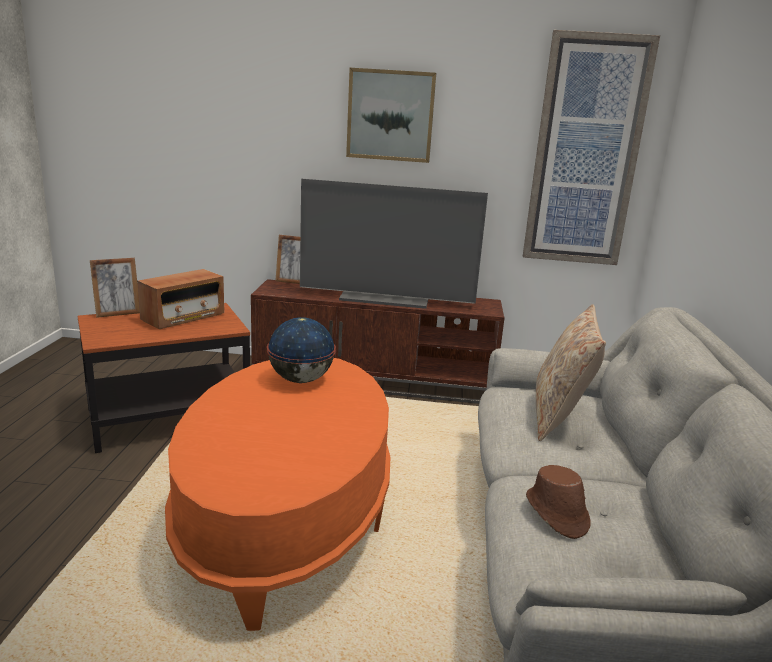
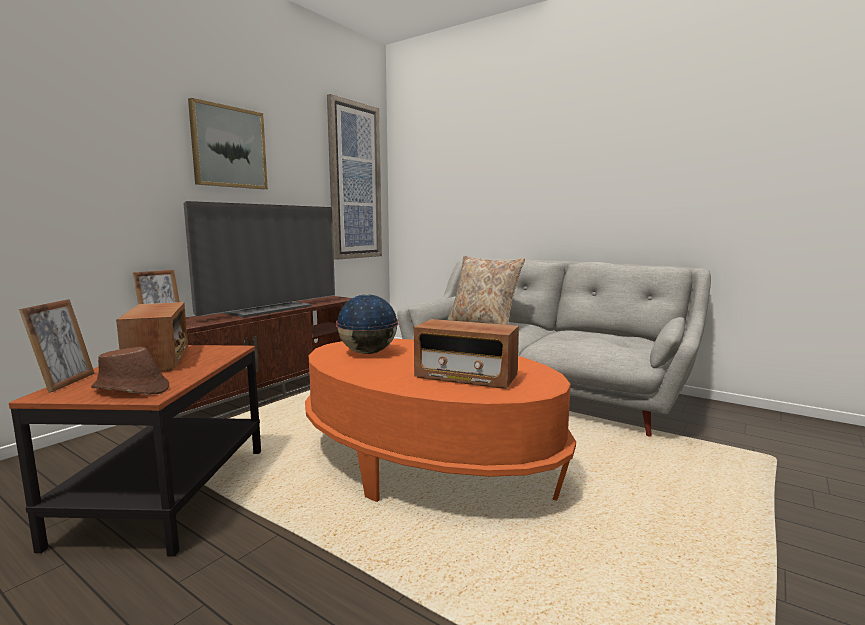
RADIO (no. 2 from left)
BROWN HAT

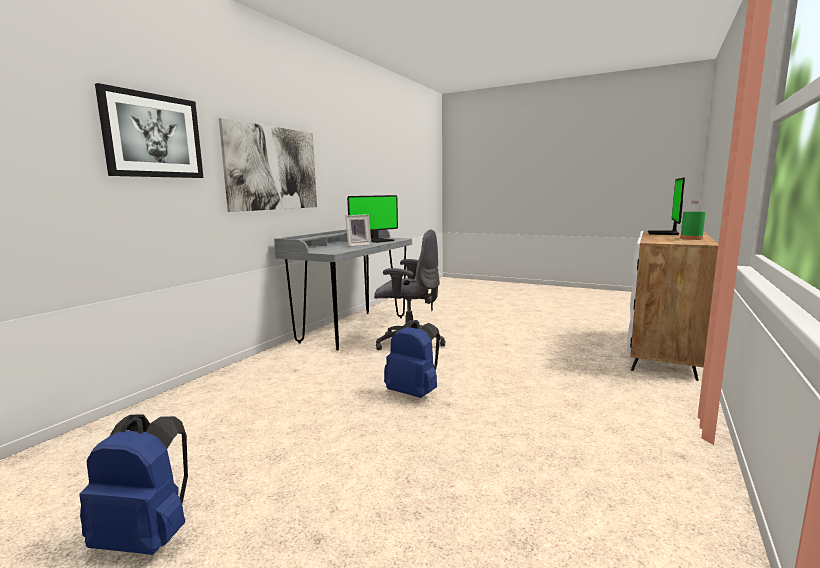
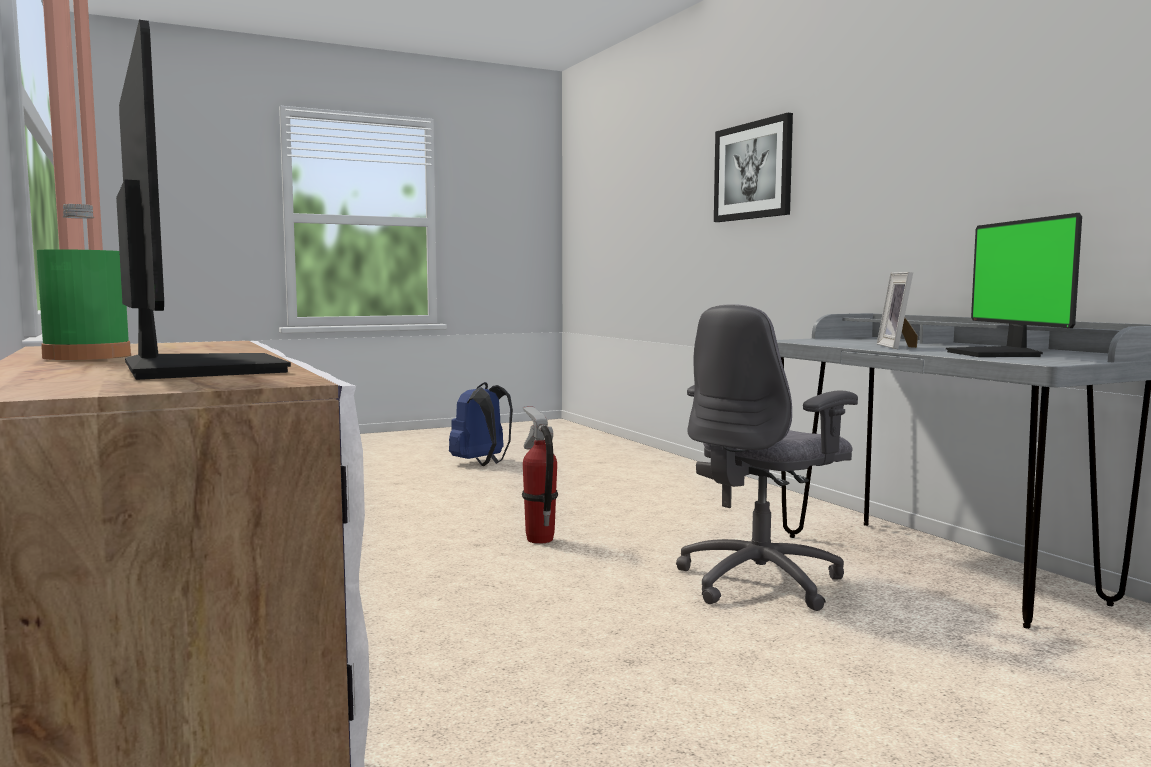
PICTURE (no. 2 from left in the first image)
FIRE EXTINGUISHER

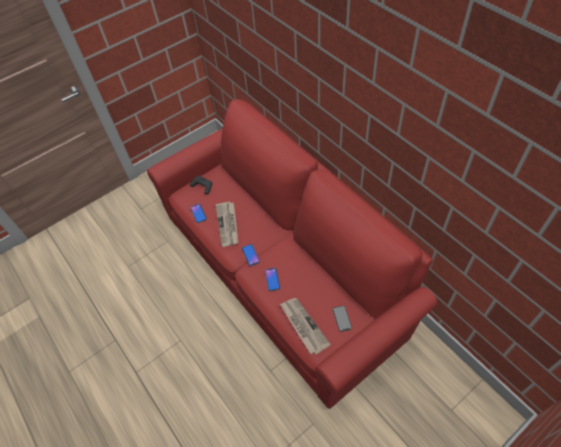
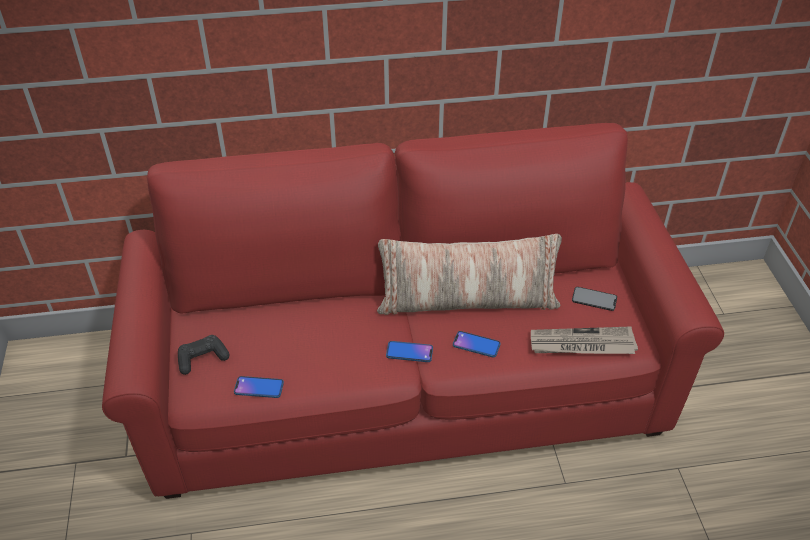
NEWSPAPER (no. 1 from left in the first image)
PILLOW

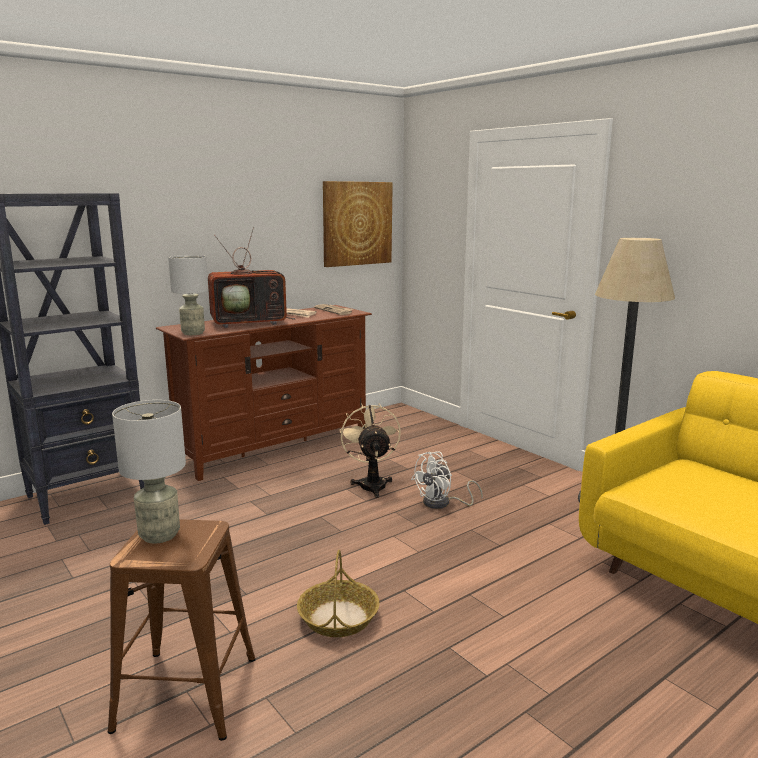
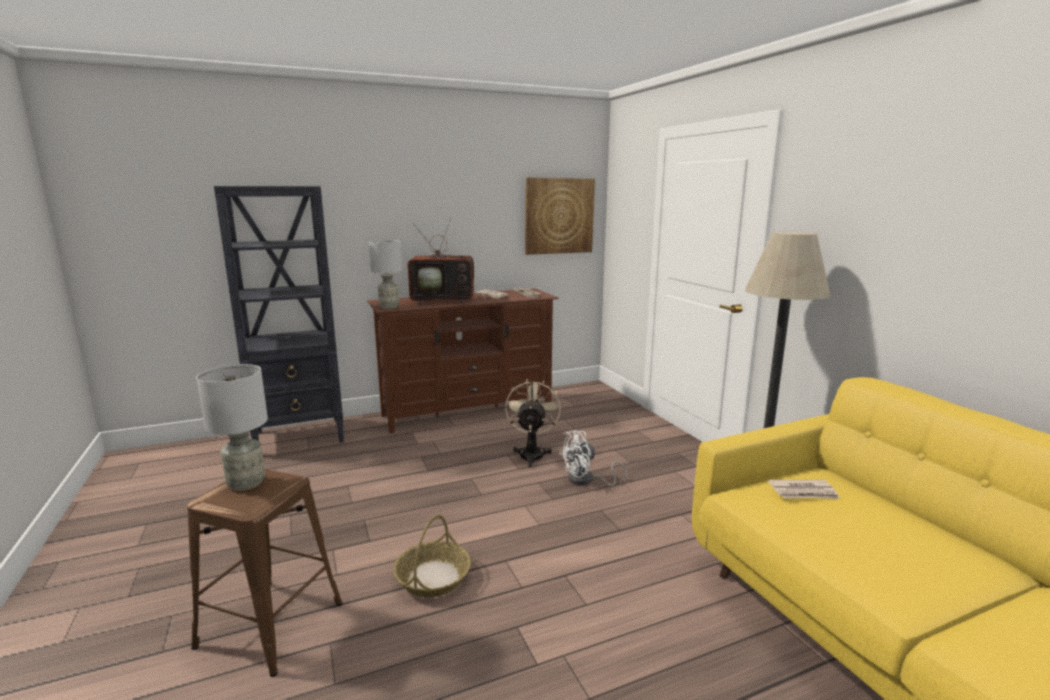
NEWSPAPER (no. 3 from left)

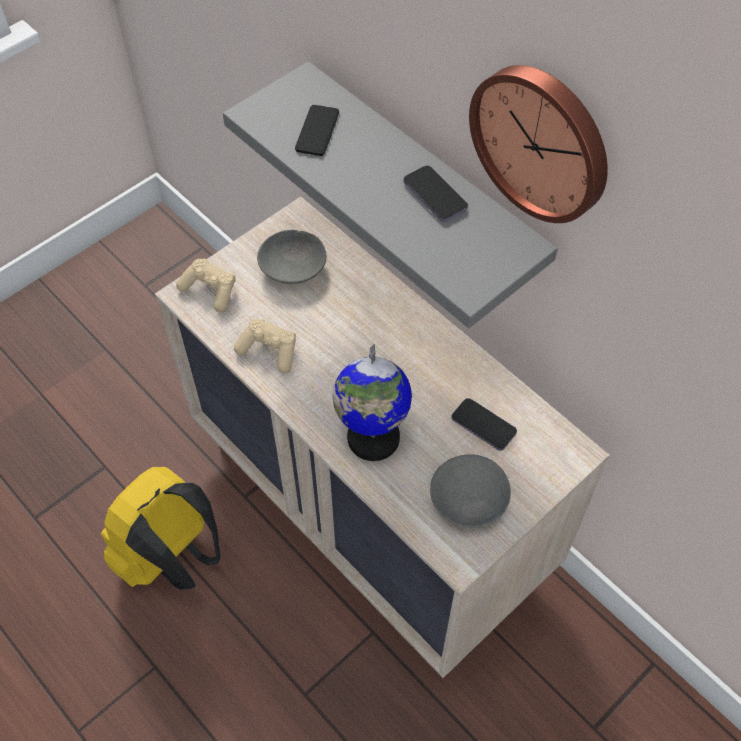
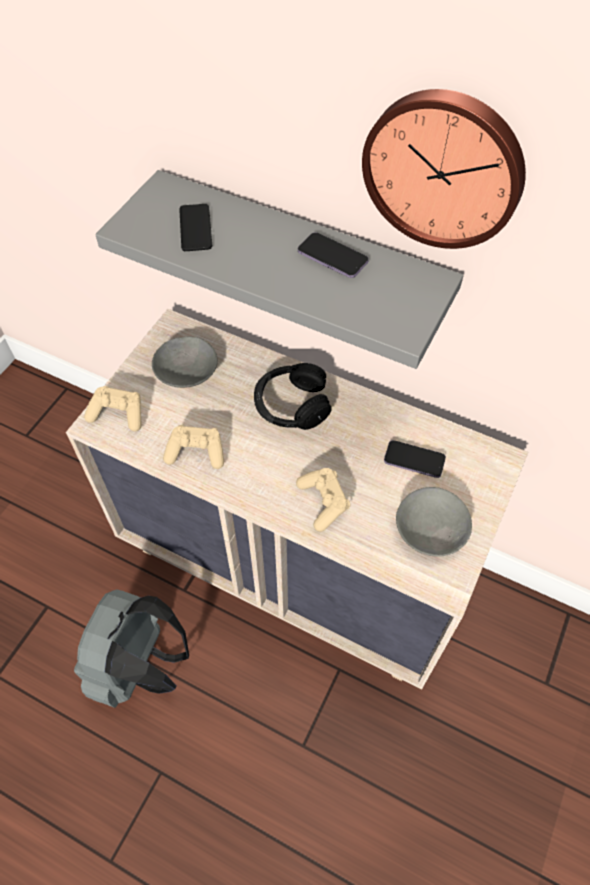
BLACK HEADPHONES
BEIGE GAME CONTROLLER (no. 3 from left)
GREY BACKPACK

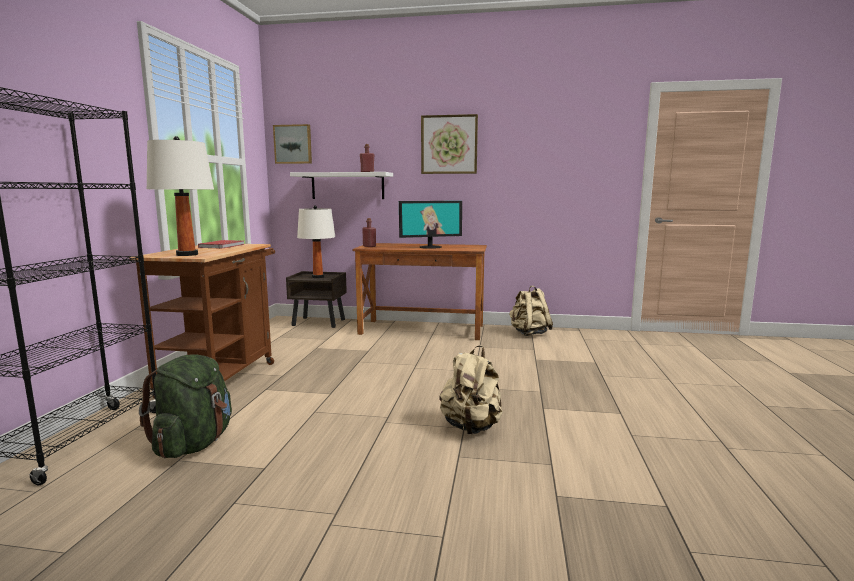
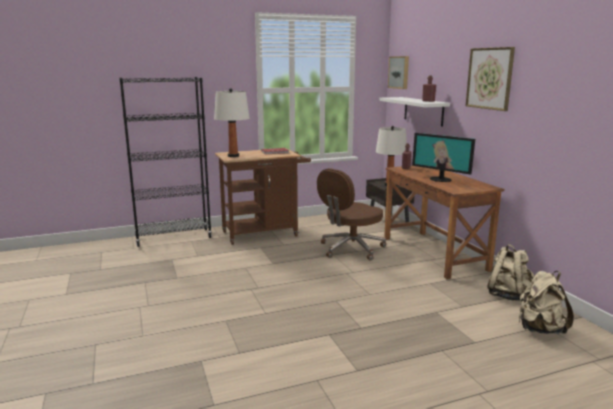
GREEN BACKPACK
BROWN OFFICE CHAIR
BEIGE BACKPACK (no. 2 from left)

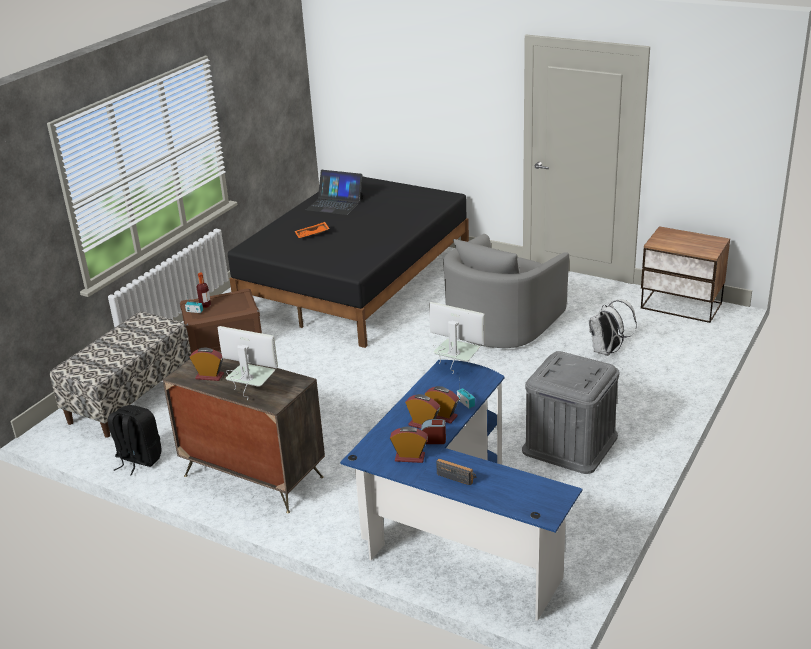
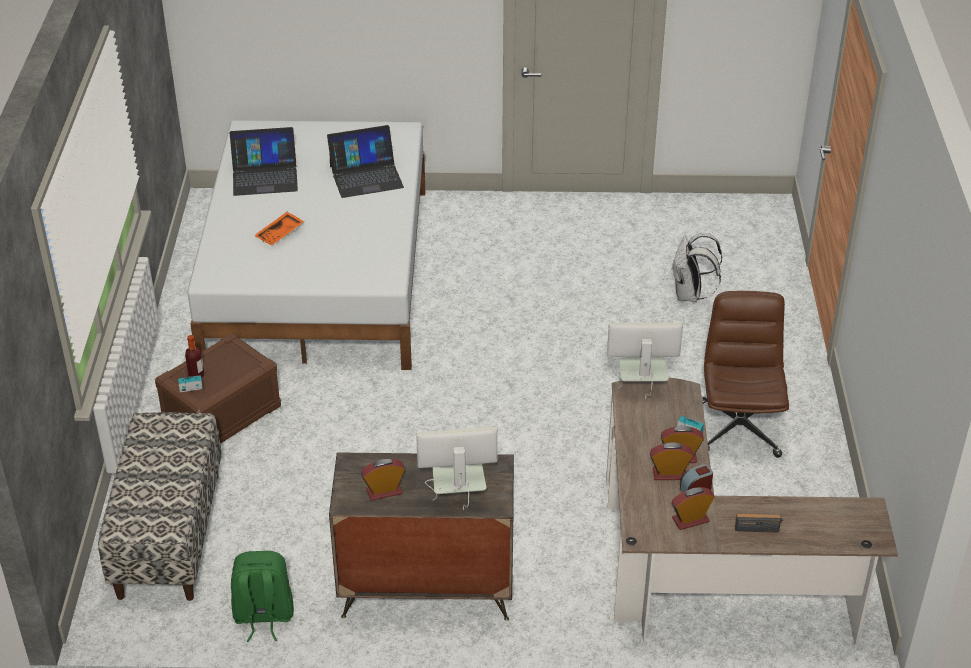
GREY ARMCHAIR
NIGHTSTAND
LAPTOP (no. 2 from left)
BROWN OFFICE CHAIR
GREEN BACKPACK
WHITE BED
BROWN DESK

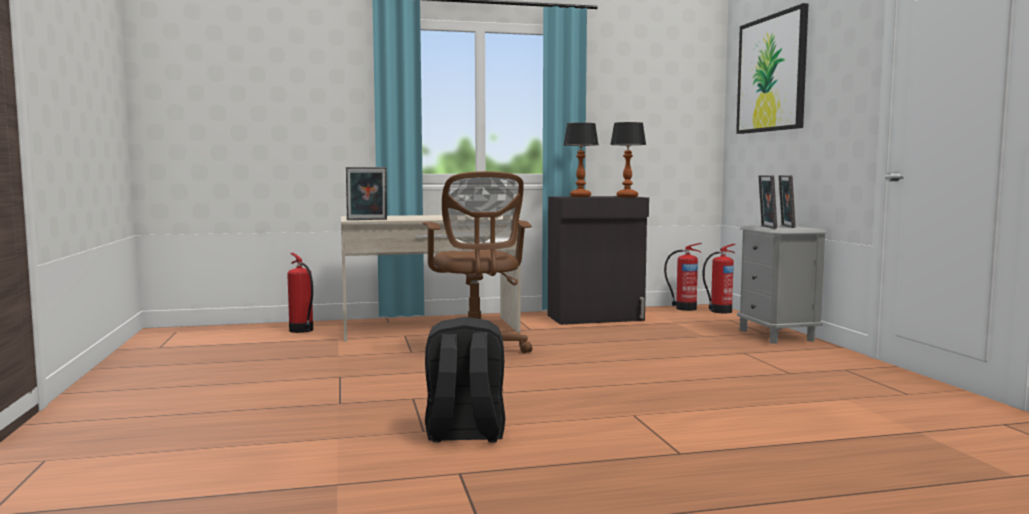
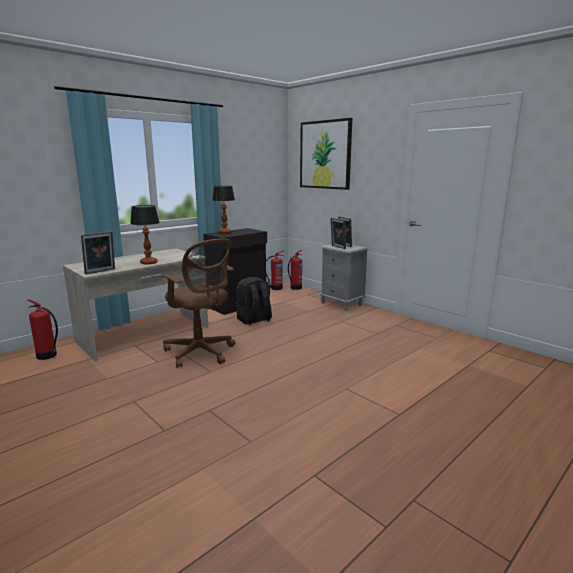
BLACK BACKPACK
TABLE LAMP (no. 1 from left)

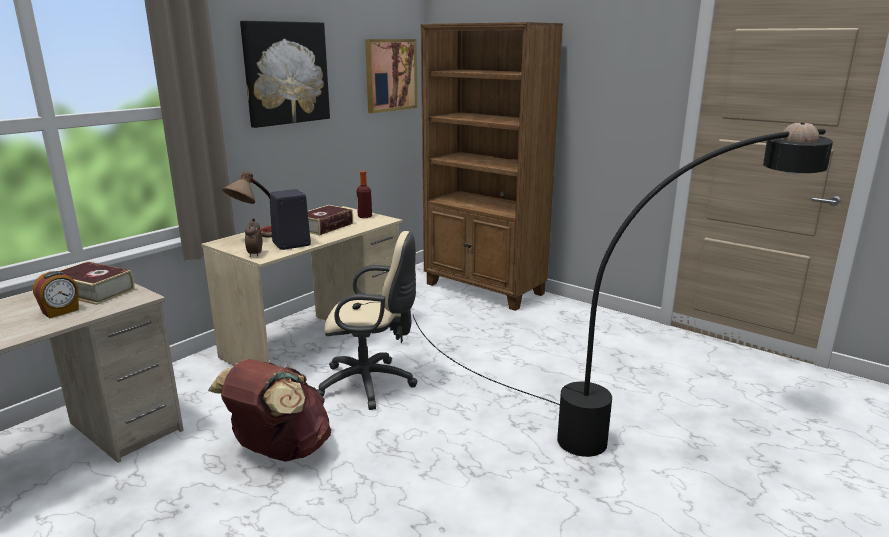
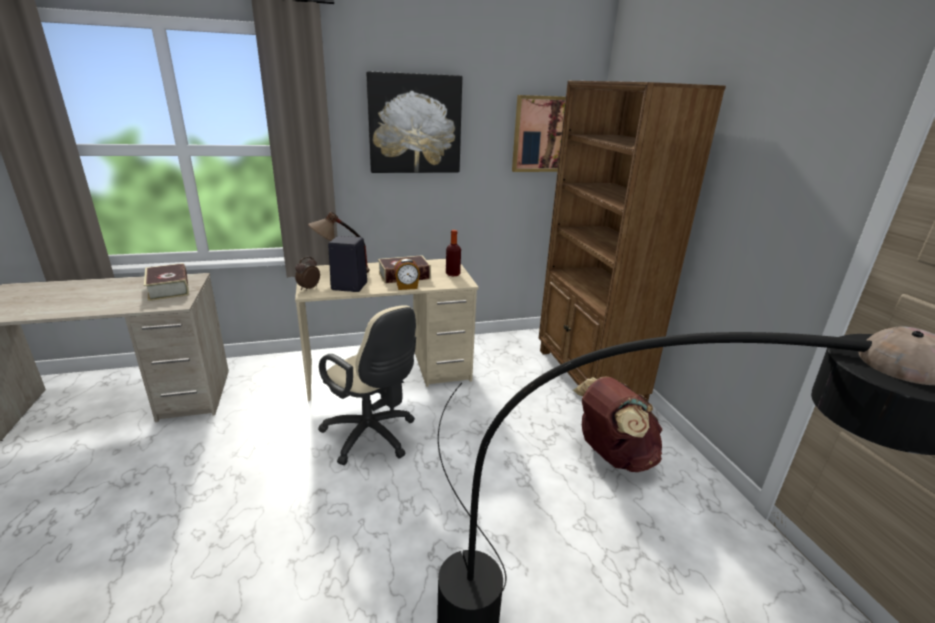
ALARM CLOCK (no. 2 from left)
BROWN BACKPACK

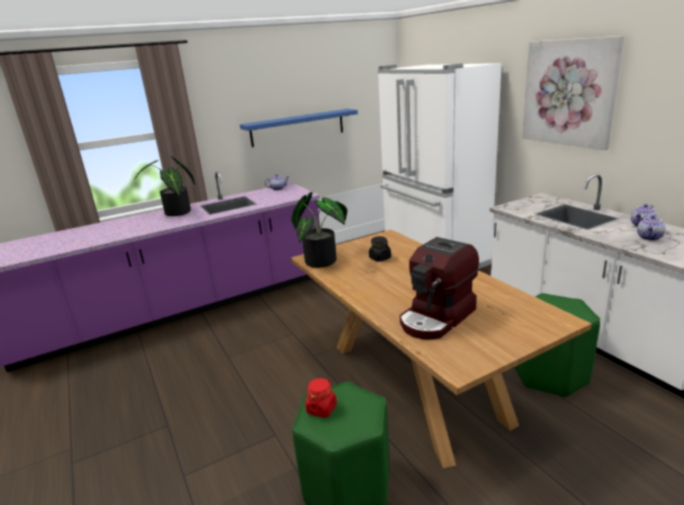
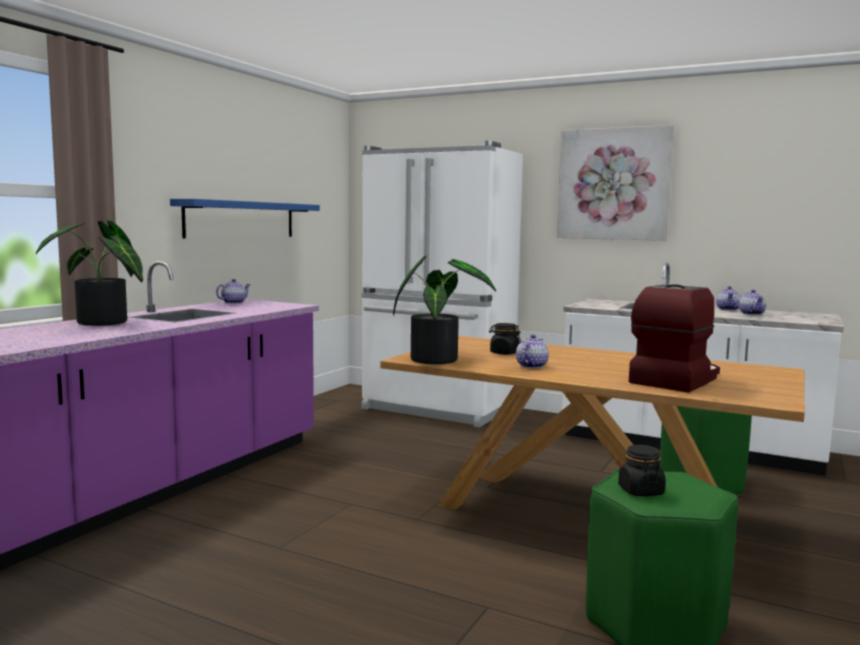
TEAPOT (no. 2 from left)
BLACK JAR (no. 2 from left)
COFFEE MACHINE

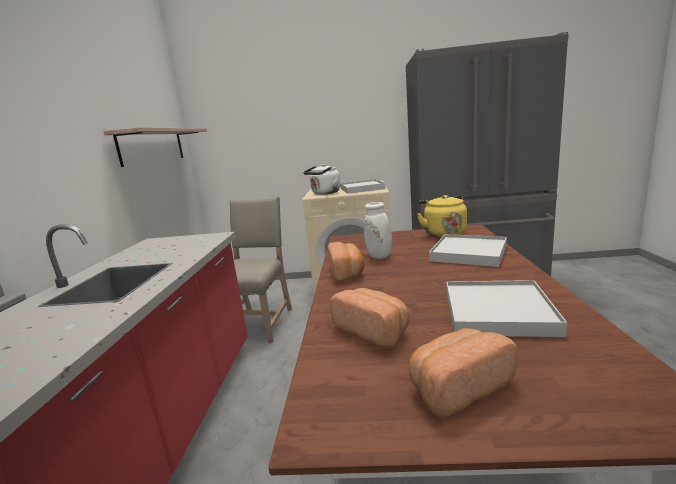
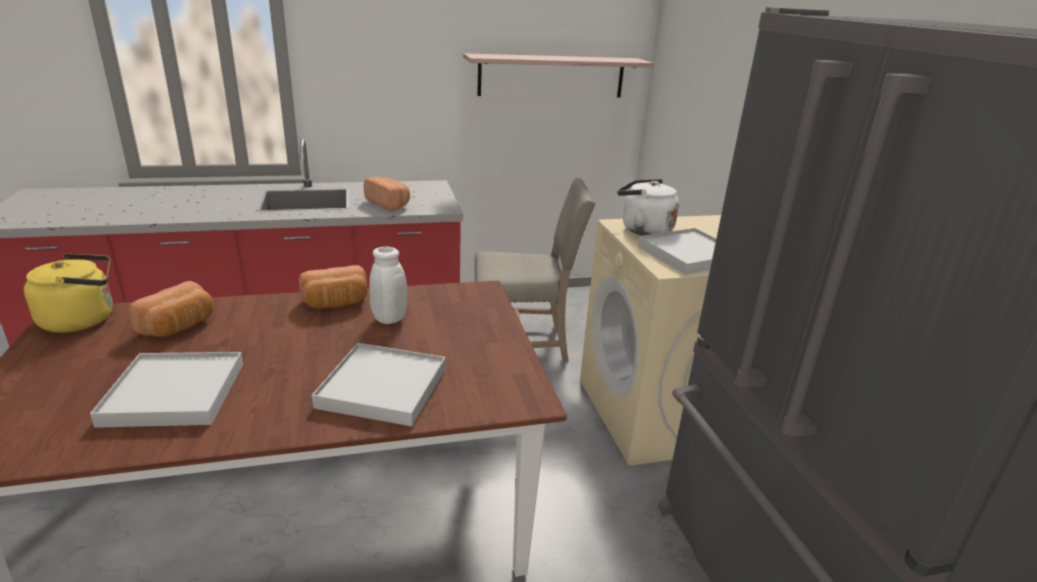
BREAD (no. 3 from left)
YELLOW KETTLE

